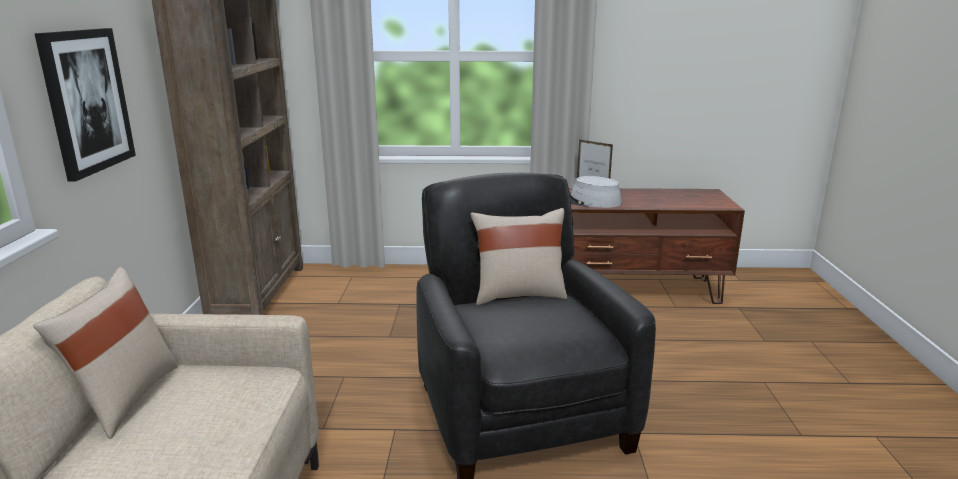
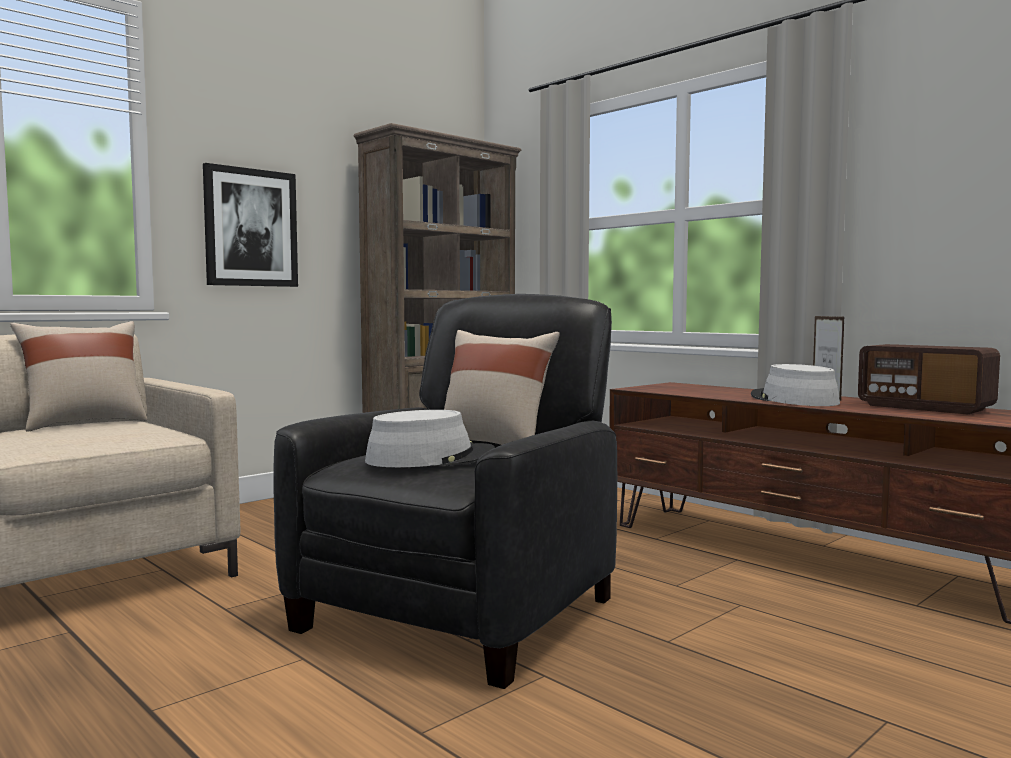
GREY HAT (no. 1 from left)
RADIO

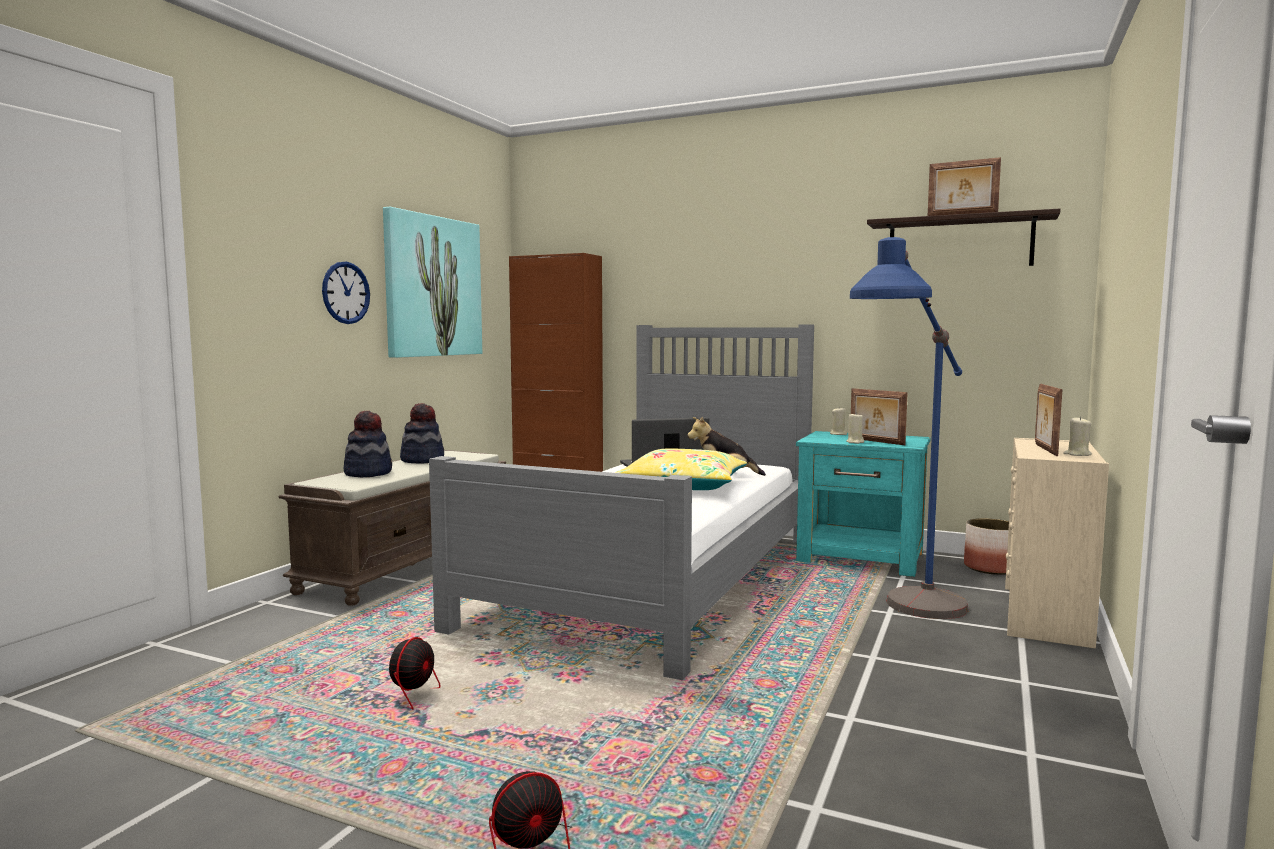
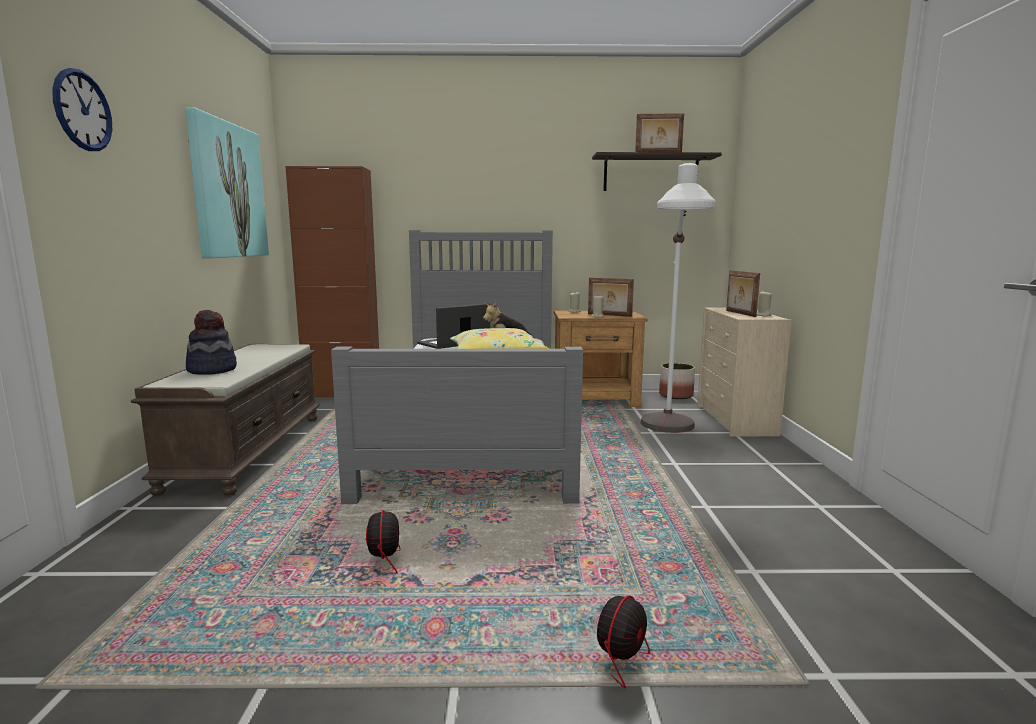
HAT (no. 2 from left in the first image)
WALL CLOCK
BROWN NIGHTSTAND
WHITE FLOOR LAMP

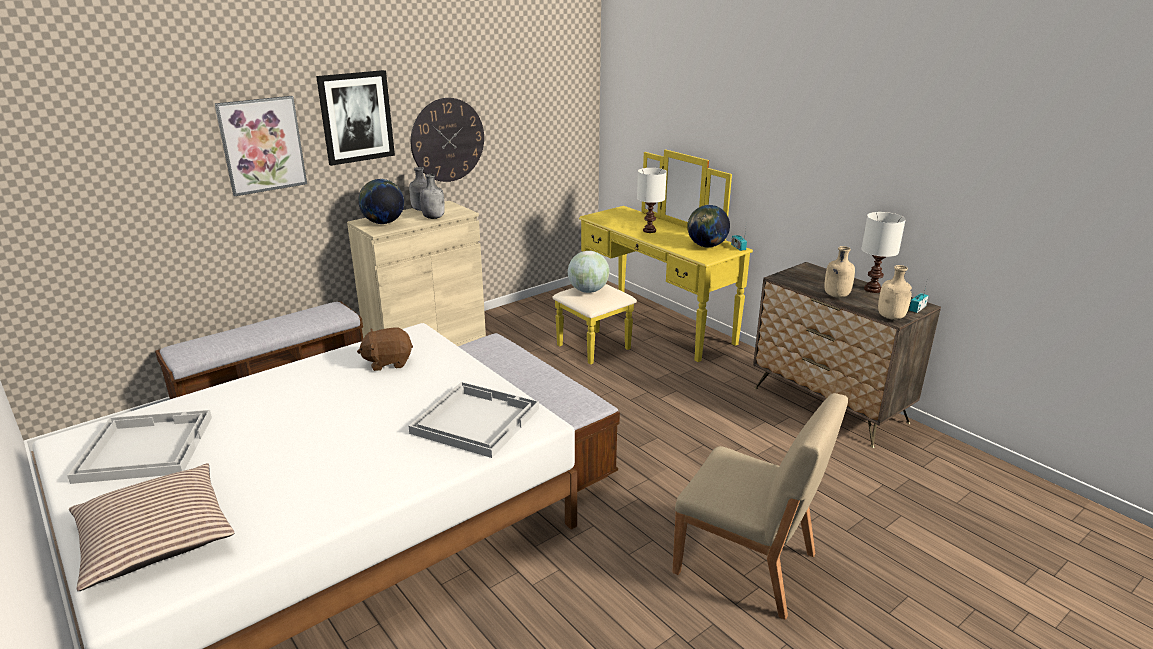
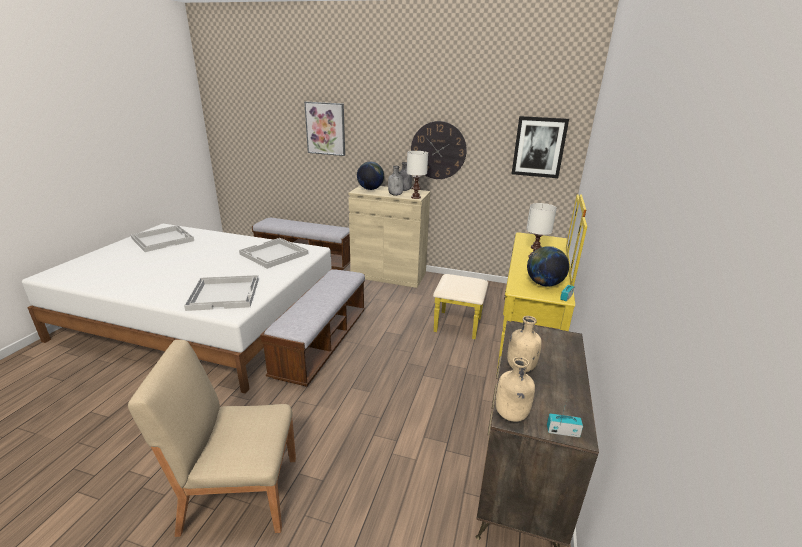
PILLOW
GLOBE (no. 2 from left in the first image)
PICTURE (no. 2 from left)
WHITE TABLE LAMP (no. 1 from left)
WHITE TRAY (no. 3 from left)
BEIGE CHAIR

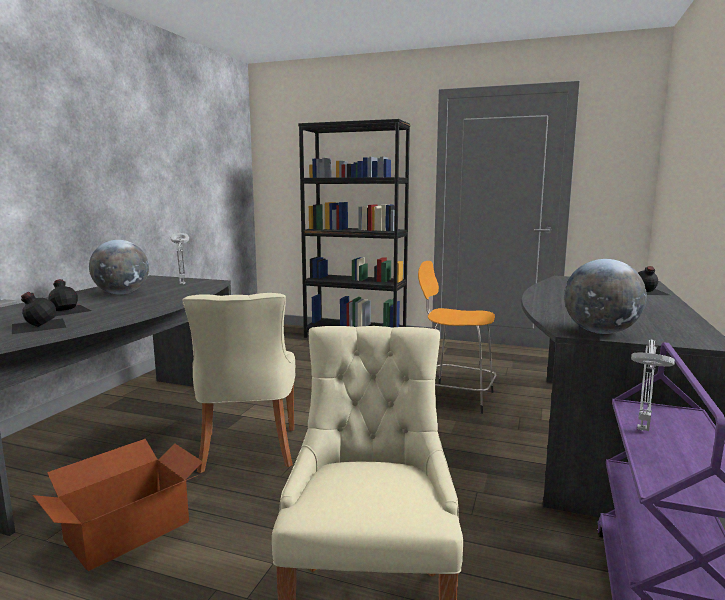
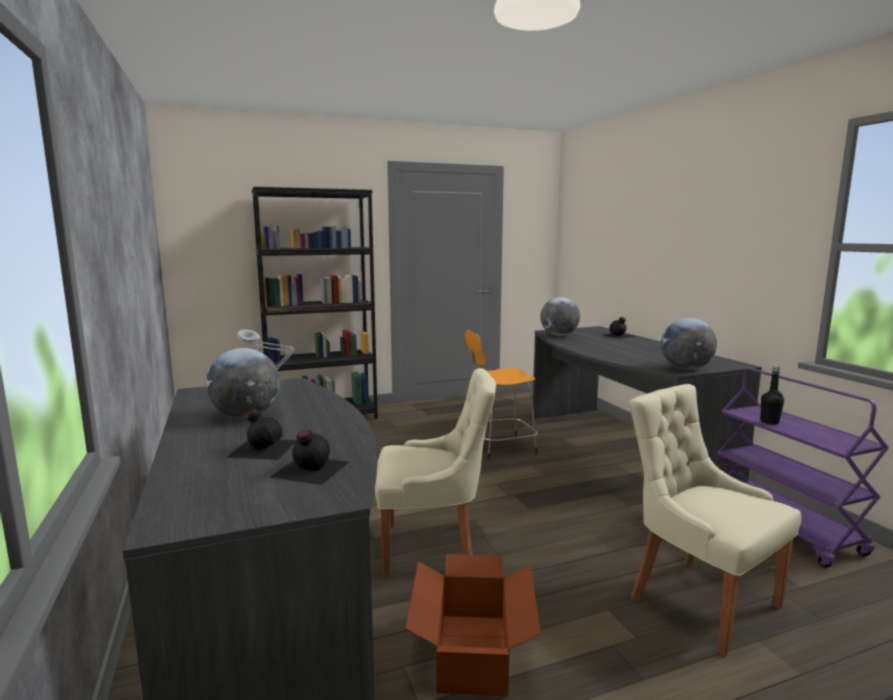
GLOBE (no. 2 from left)
BLACK BOTTLE (no. 4 from left)
BEIGE CHAIR (no. 1 from left)

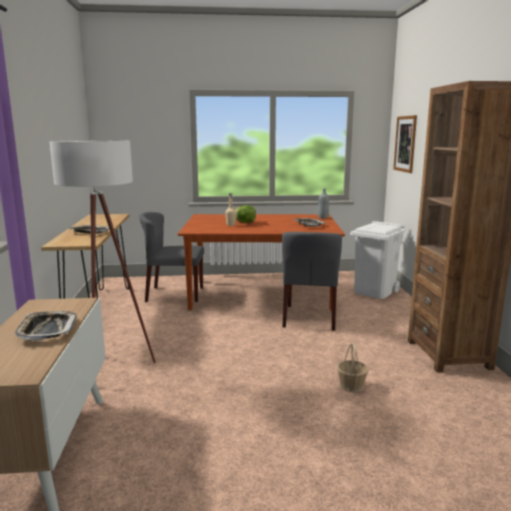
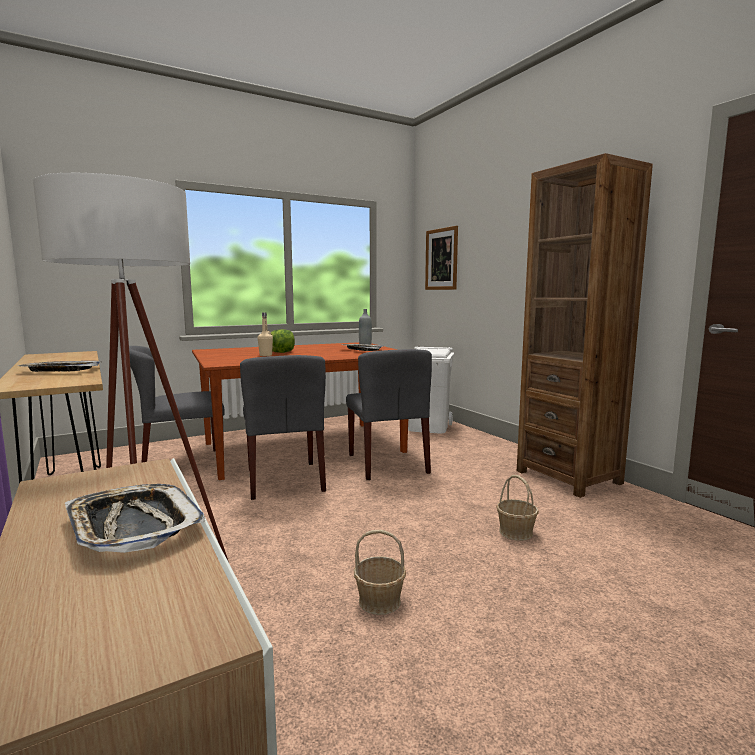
GREY CHAIR (no. 2 from left)
BASKET (no. 1 from left)

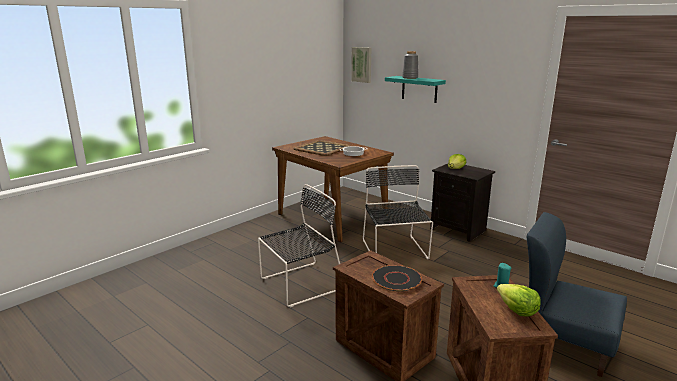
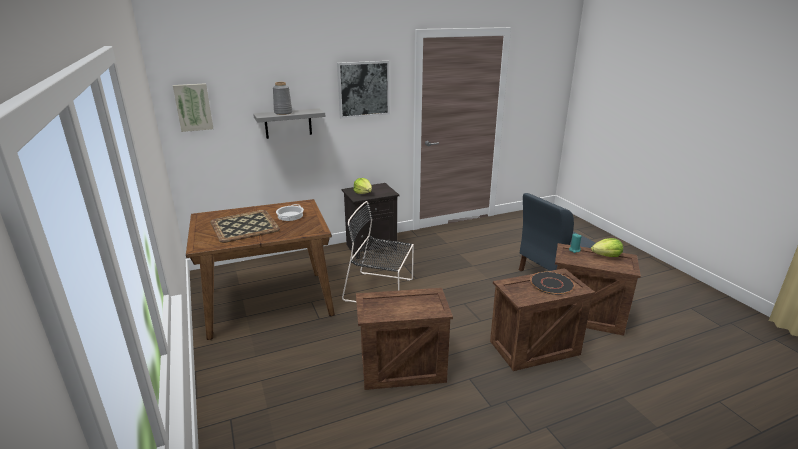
PICTURE (no. 2 from left)
CRATE (no. 1 from left)
GREY SHELF

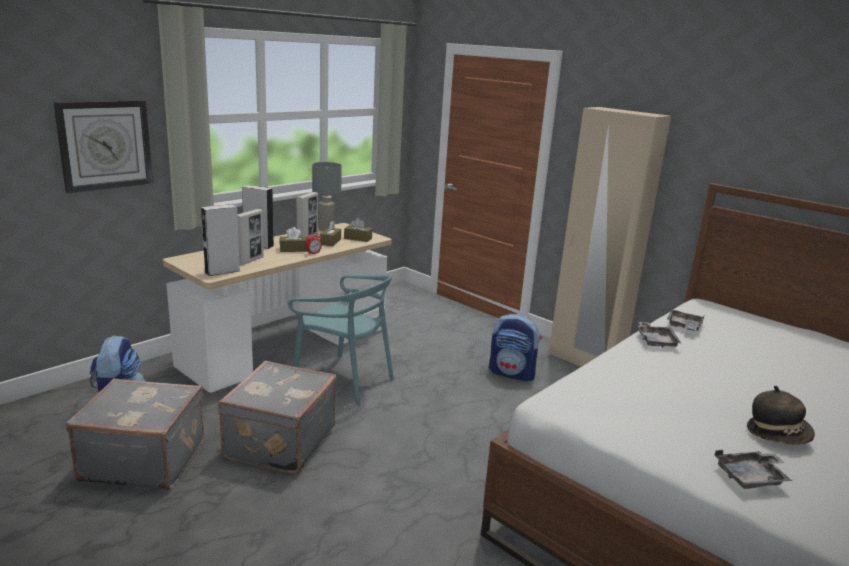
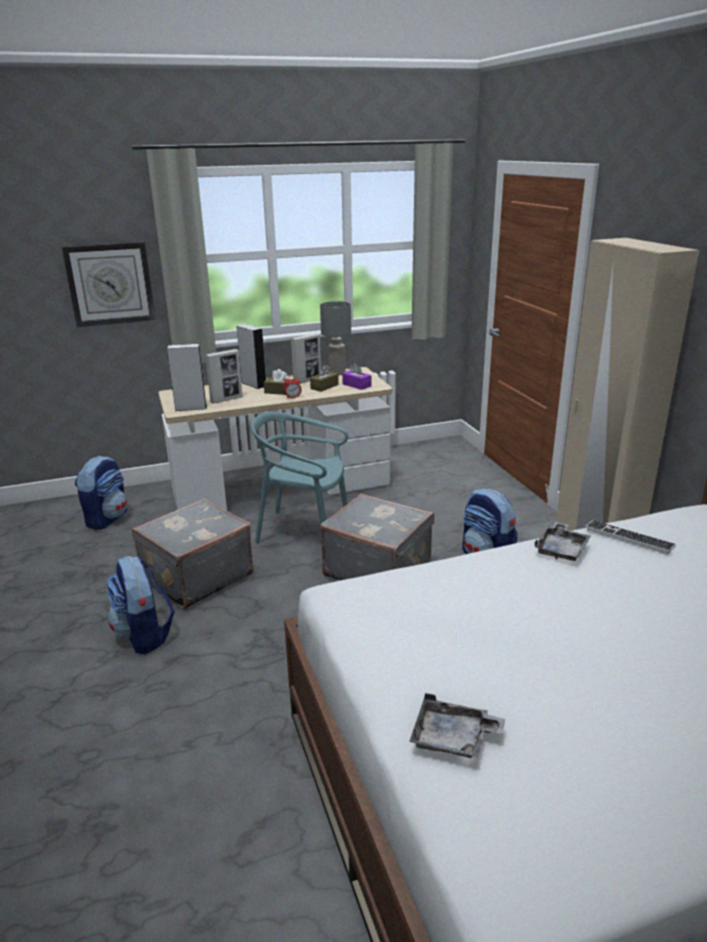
HAT
BACKPACK (no. 2 from left)
GREY SUITCASE (no. 2 from left)
KEYBOARD
PURPLE TISSUE BOX
TURQUOISE CHAIR

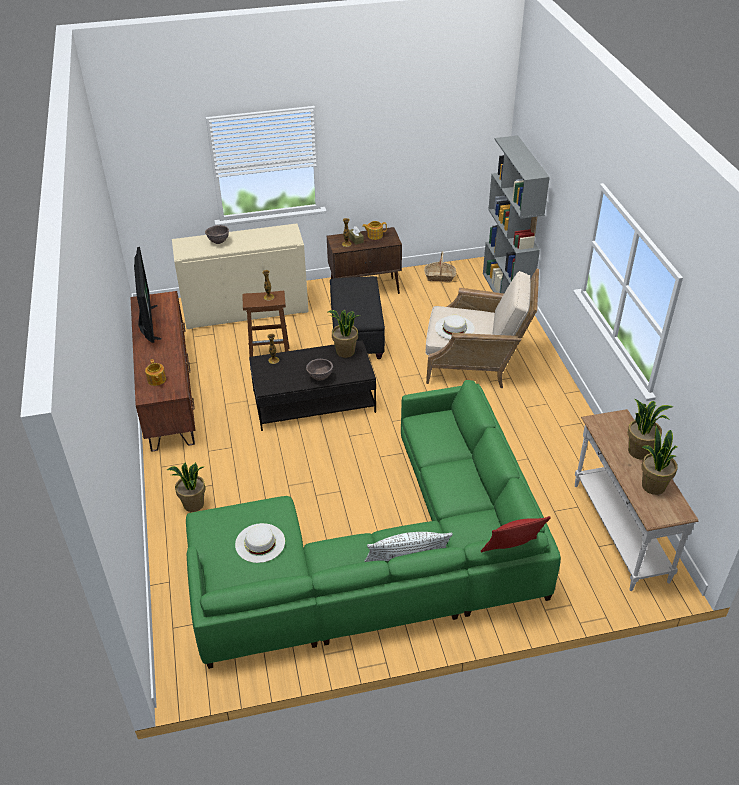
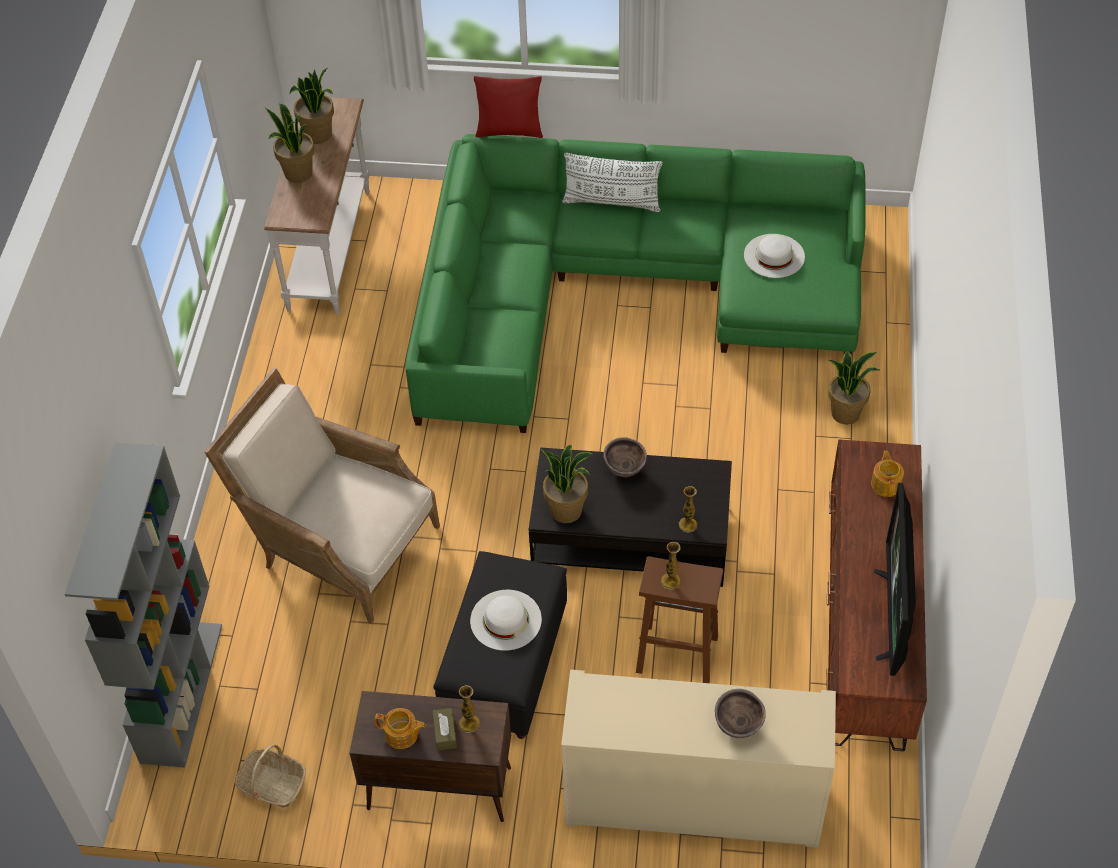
WHITE HAT (no. 1 from left)

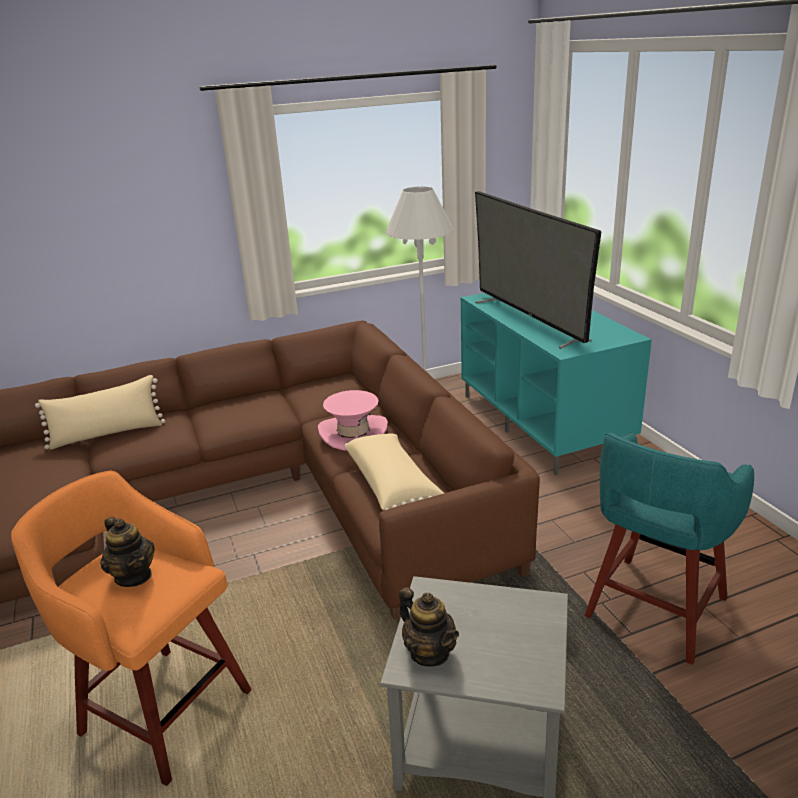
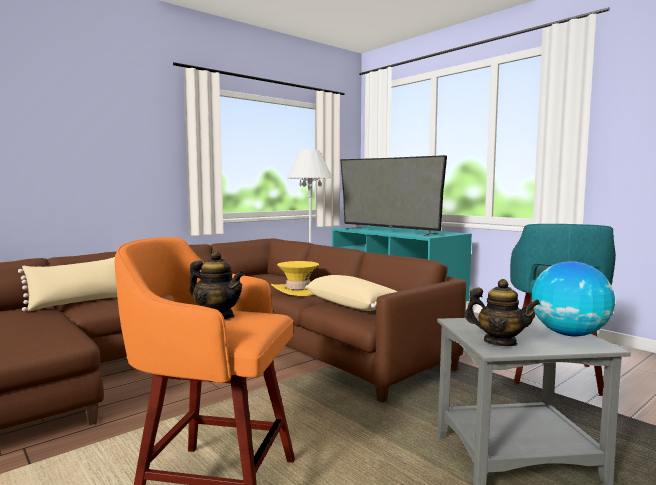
GLOBE
YELLOW HAT

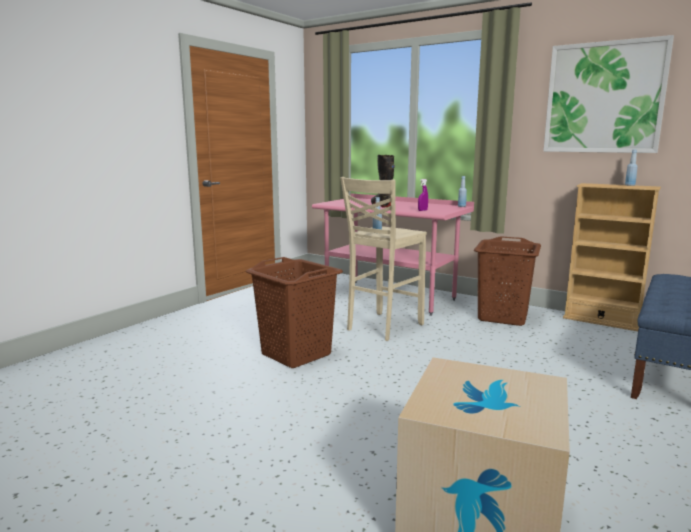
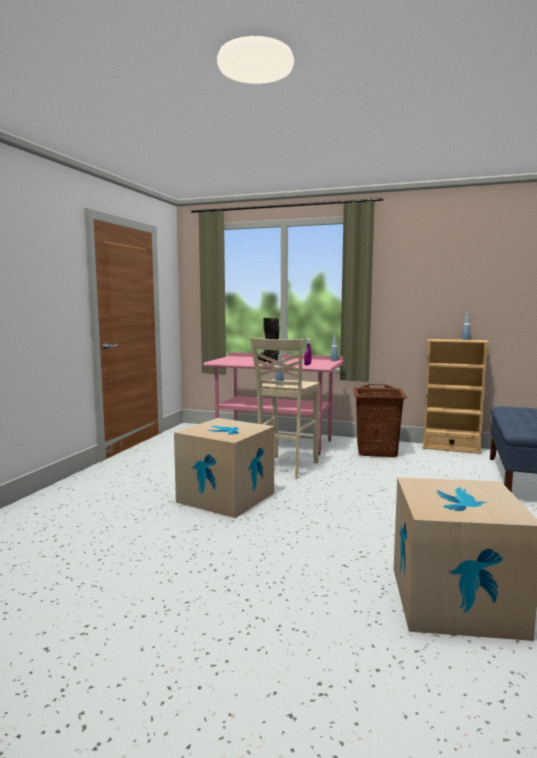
PICTURE
CARDBOARD BOX (no. 1 from left)

